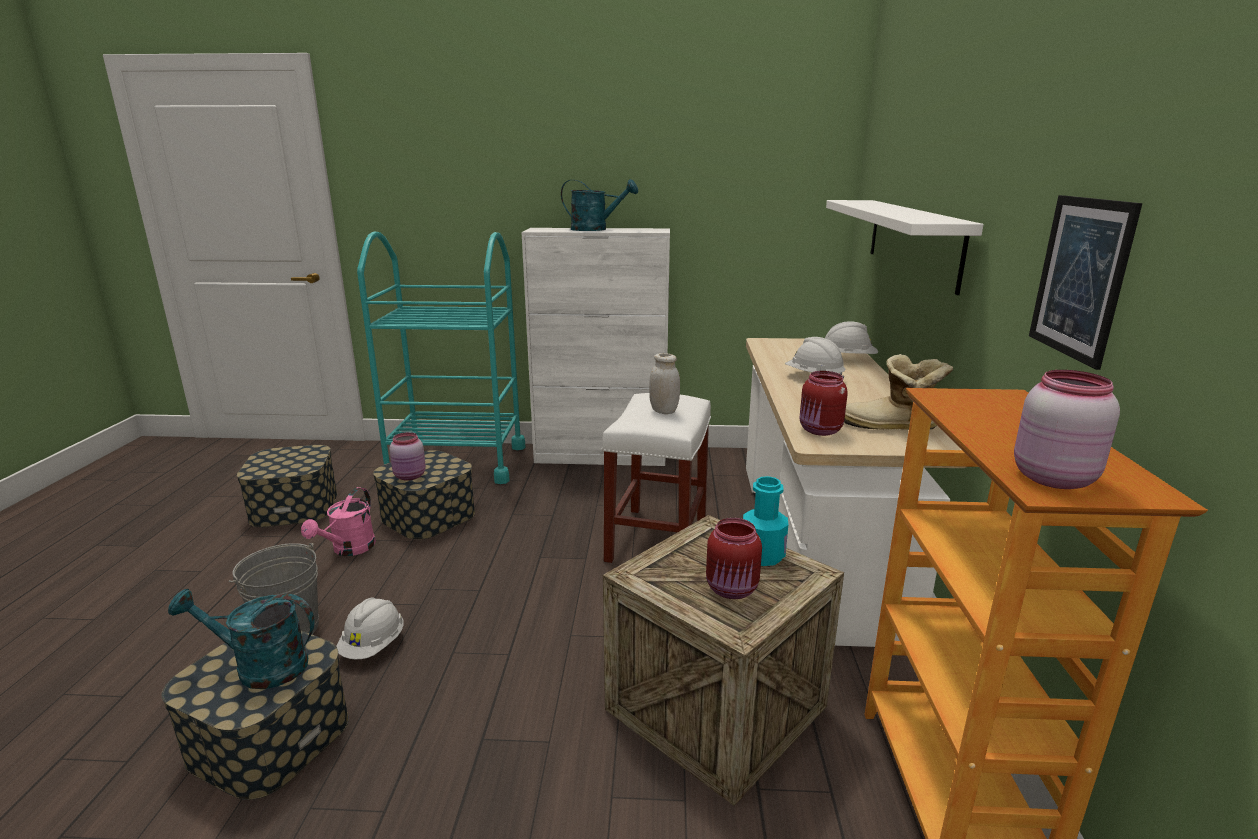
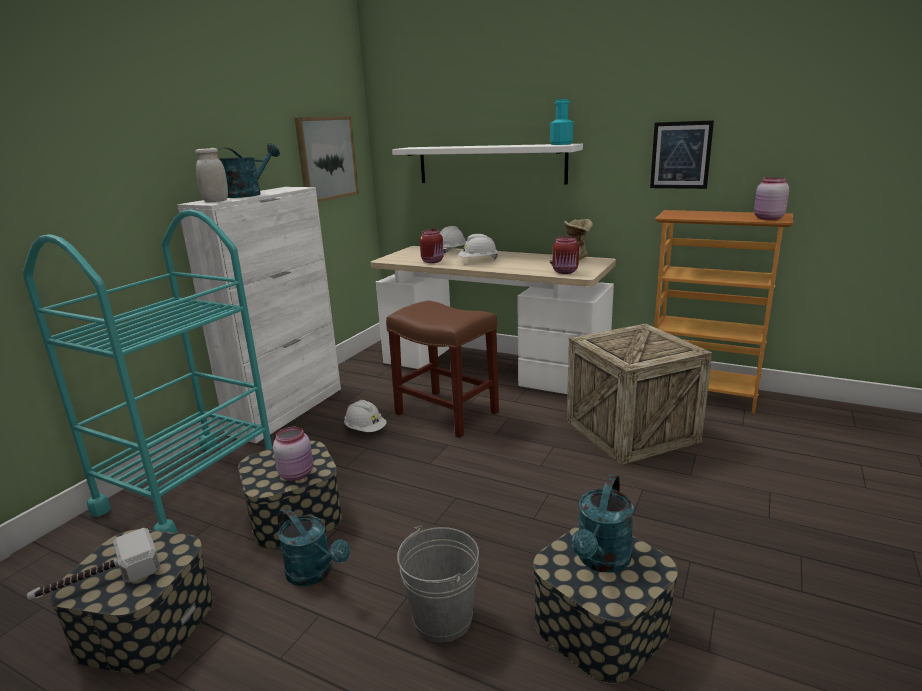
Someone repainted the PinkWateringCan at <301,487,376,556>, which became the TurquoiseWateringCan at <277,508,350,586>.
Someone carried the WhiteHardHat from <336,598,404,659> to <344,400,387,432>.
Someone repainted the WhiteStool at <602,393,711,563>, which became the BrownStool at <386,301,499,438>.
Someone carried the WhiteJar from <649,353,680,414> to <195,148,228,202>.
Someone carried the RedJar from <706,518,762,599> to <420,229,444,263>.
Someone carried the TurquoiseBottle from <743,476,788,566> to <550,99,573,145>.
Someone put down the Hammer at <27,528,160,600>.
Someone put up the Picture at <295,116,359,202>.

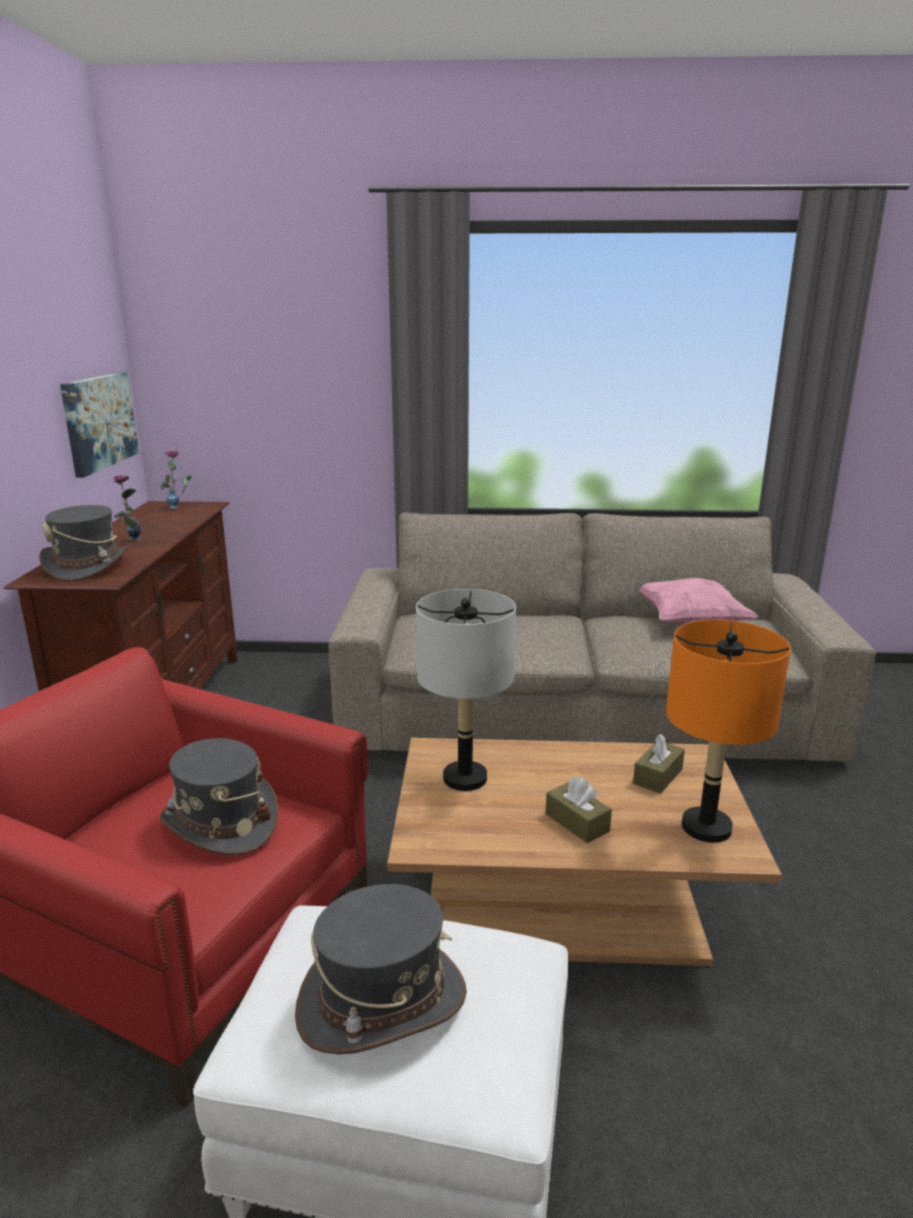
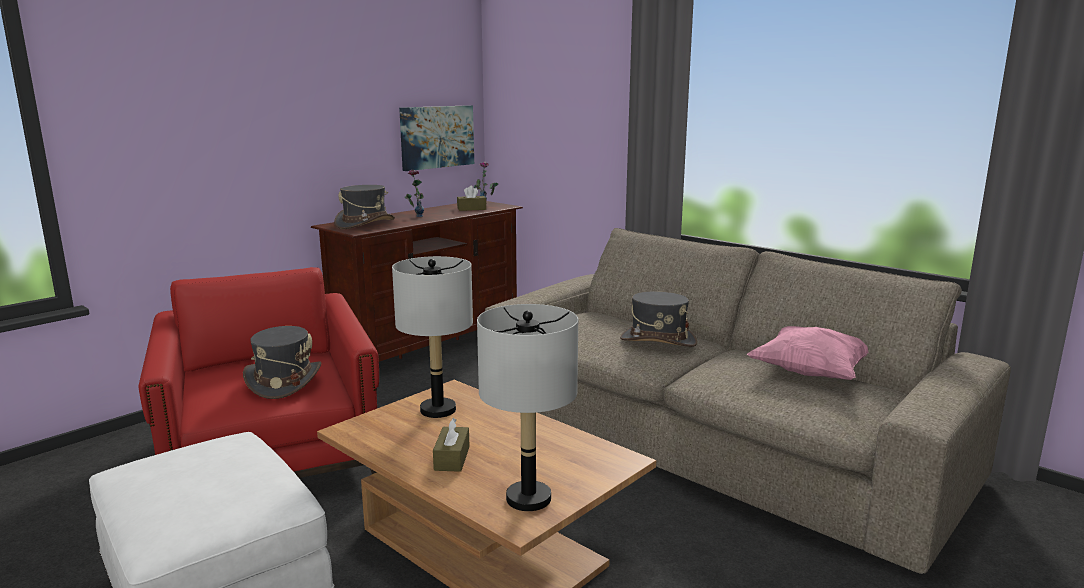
Someone carried the GreyHat from <295,884,467,1054> to <620,291,697,347>.
Someone carried the BrownTissueBox from <633,734,685,794> to <457,186,486,211>.
Someone repainted the OrangeTableLamp at <666,620,791,843>, which became the GreyTableLamp at <477,304,578,511>.

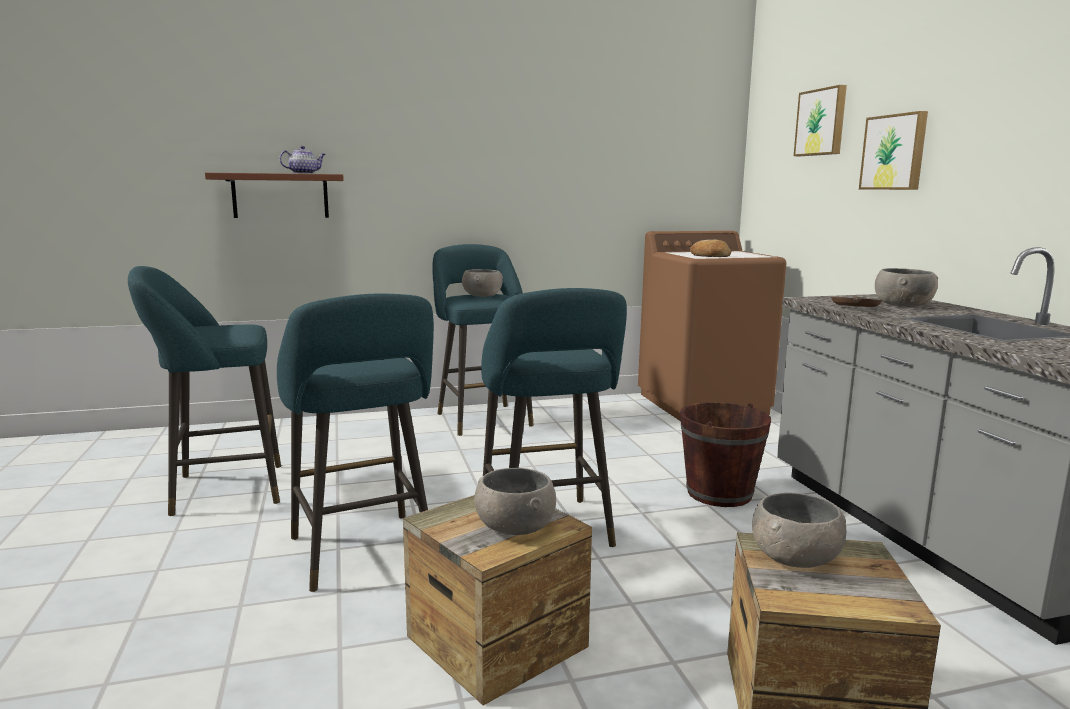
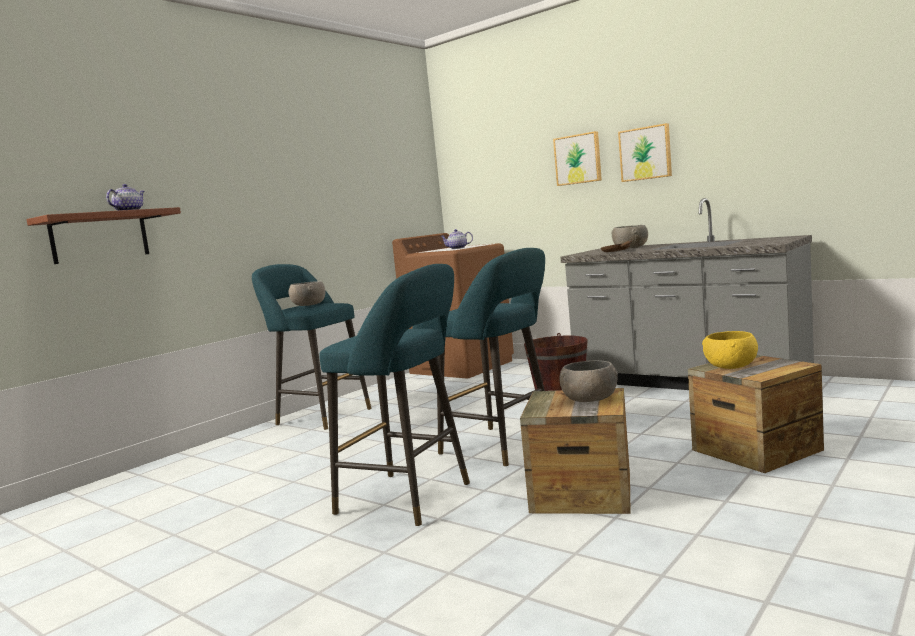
Someone took away the TurquoiseStool at <128,266,281,516>.
Someone swapped the Bread at <690,240,731,257> for the Teapot at <440,229,473,249>.
Someone repainted the GreyBowl at <752,492,846,568>, which became the YellowBowl at <702,331,758,369>.
Someone carried the Picture from <794,85,847,156> to <618,123,672,182>.

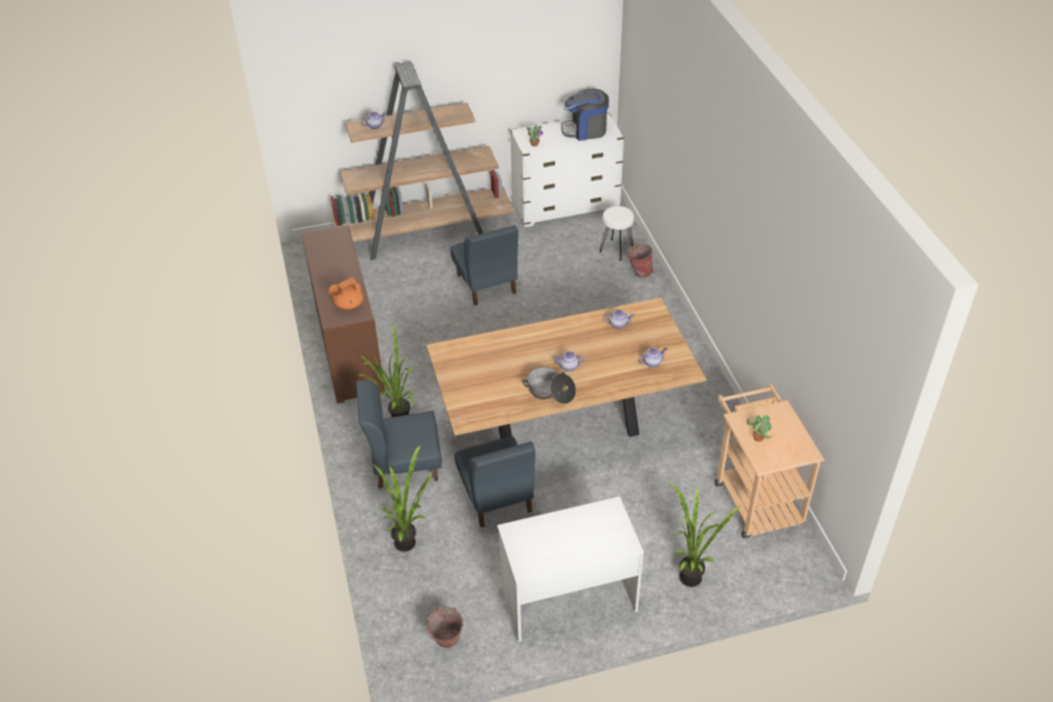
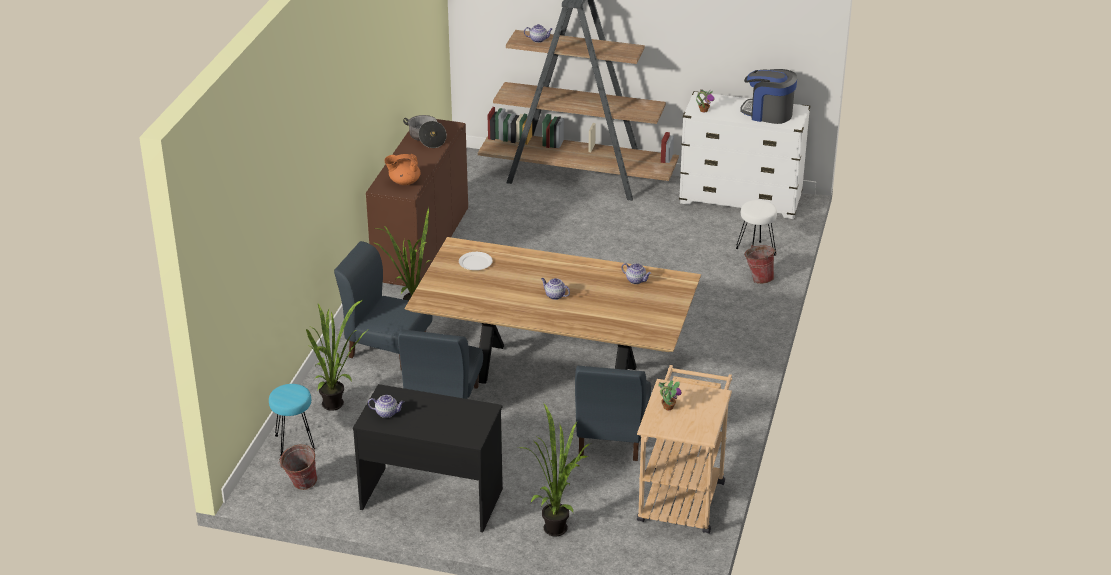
Someone carried the BlueChair from <450,225,518,305> to <575,366,651,461>.
Someone repainted the WhiteDesk at <497,496,644,642>, which became the BlackDesk at <353,384,503,532>.
Someone carried the CookingPot from <522,367,576,404> to <403,115,447,148>.
Someone carried the Teapot from <638,348,667,368> to <368,395,404,418>.
Someone put down the TurquoiseStool at <269,384,315,456>.
Someone put down the WhitePlate at <459,252,493,270>.

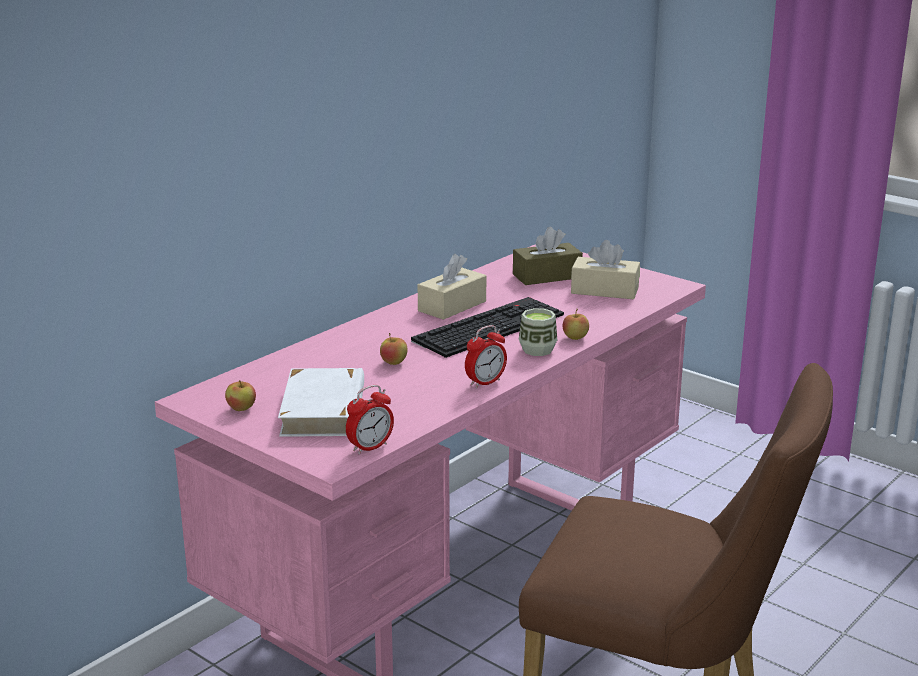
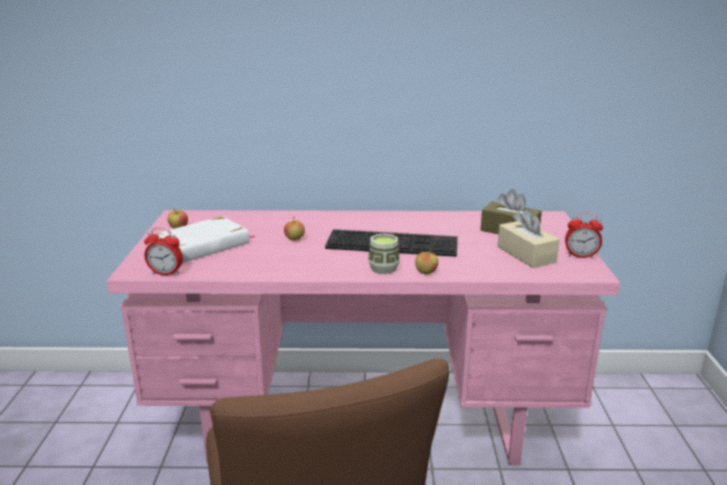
Someone took away the BeigeTissueBox at <418,254,486,320>.
Someone carried the AlarmClock from <465,325,507,388> to <565,212,603,259>.

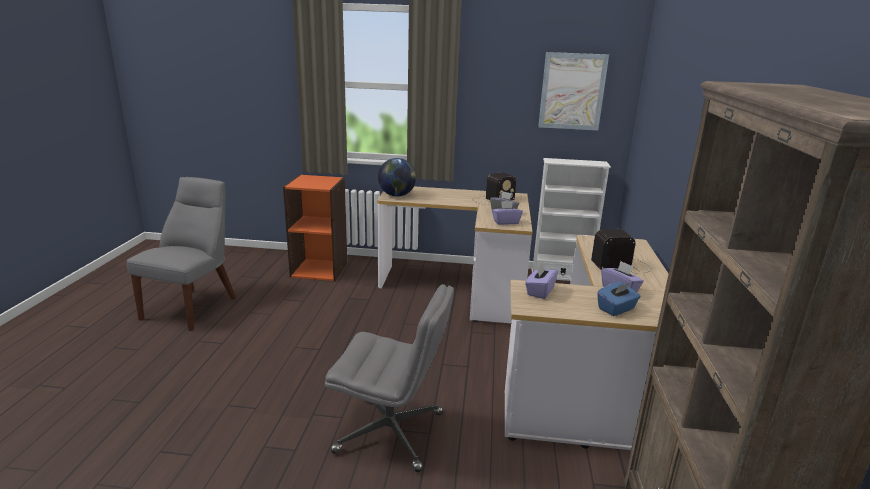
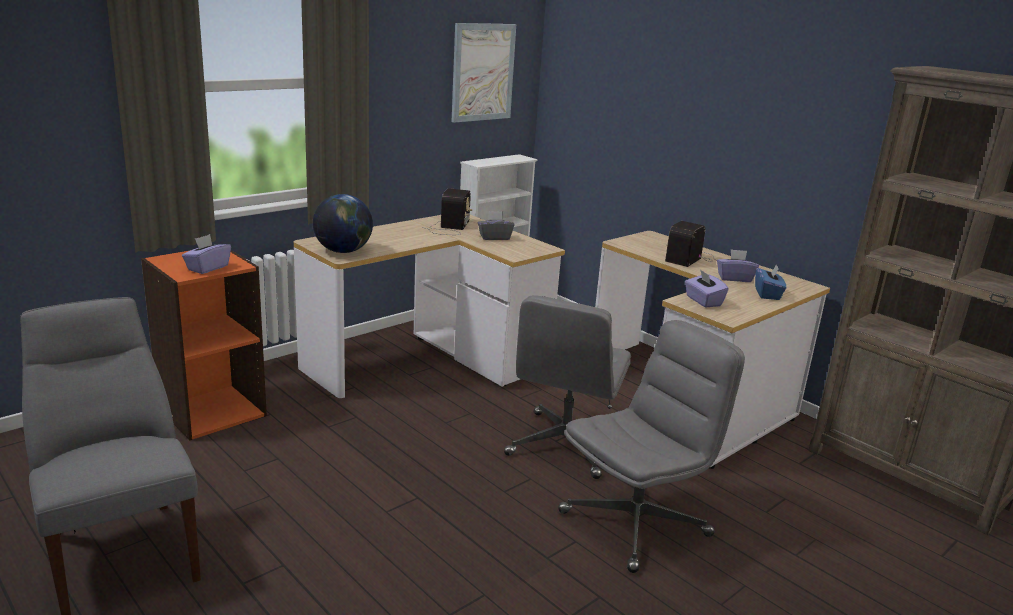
Someone carried the PurpleTissueBox from <492,201,523,225> to <182,234,231,274>.
Someone put down the GreyOfficeChair at <504,295,631,479>.

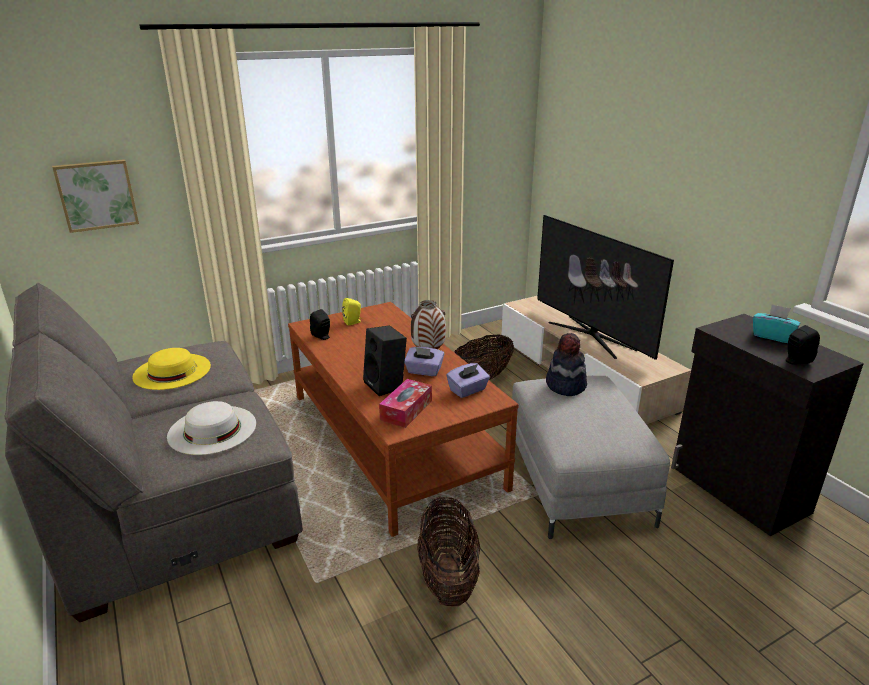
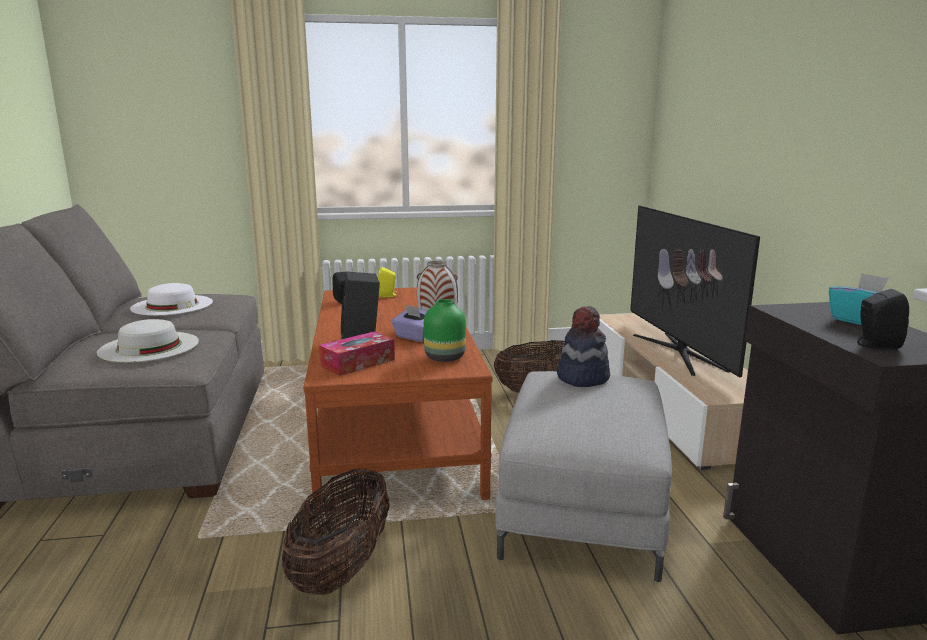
Someone took away the Picture at <52,159,139,233>.
Someone repainted the YellowHat at <132,348,211,390>, which became the WhiteHat at <130,283,213,315>.
Someone swapped the PurpleTissueBox at <446,363,490,398> for the GreenVase at <424,299,466,362>.

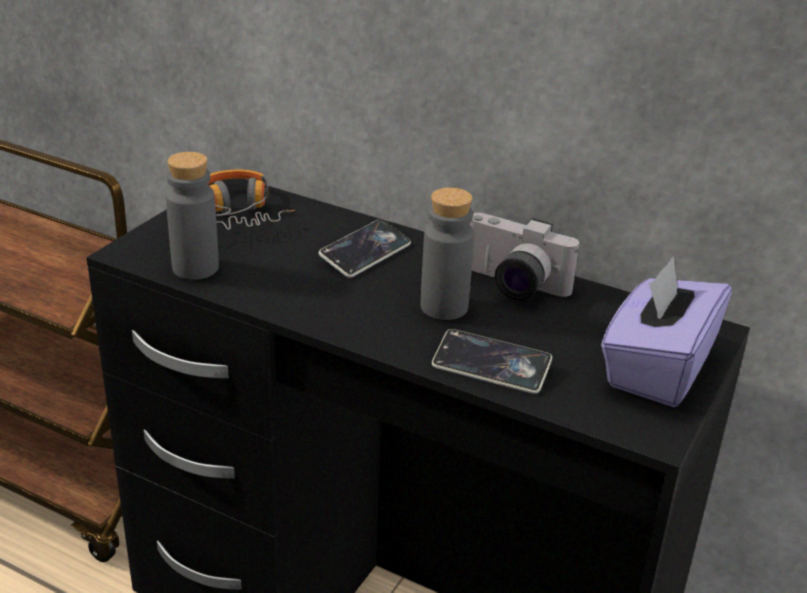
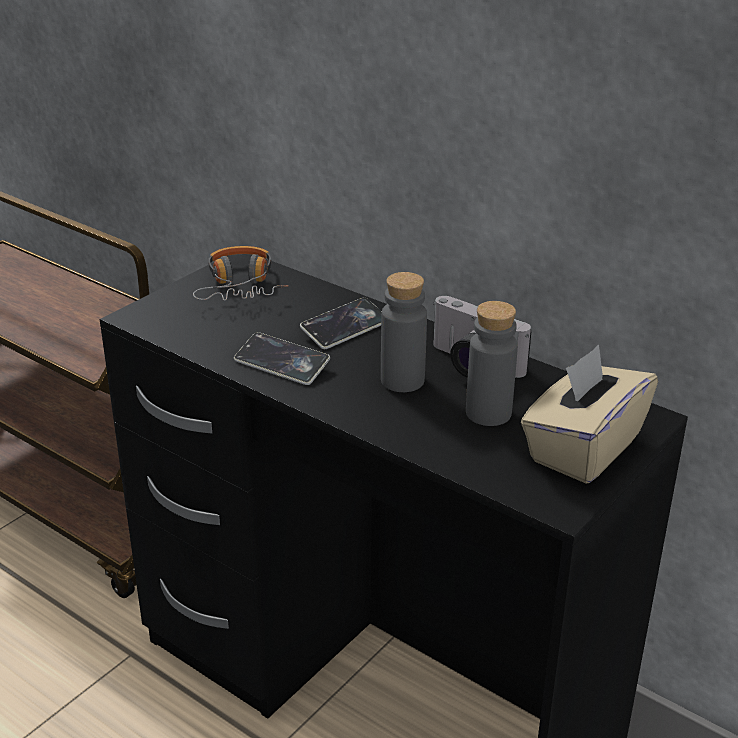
Someone carried the GreyBottle from <166,152,219,280> to <466,301,518,426>.
Someone carried the Phone from <432,329,552,394> to <234,332,330,385>.
Someone repainted the PurpleTissueBox at <601,256,732,407>, which became the BeigeTissueBox at <521,345,658,484>.

